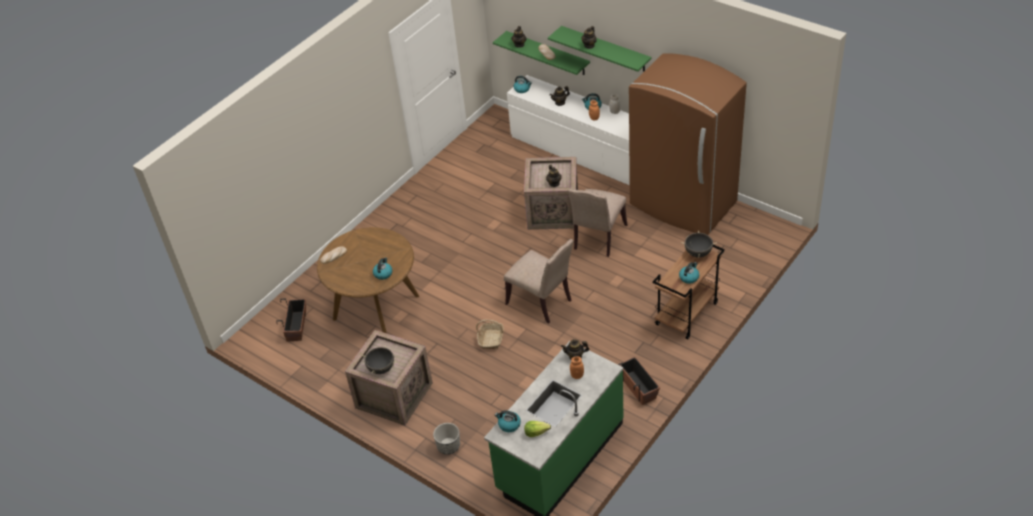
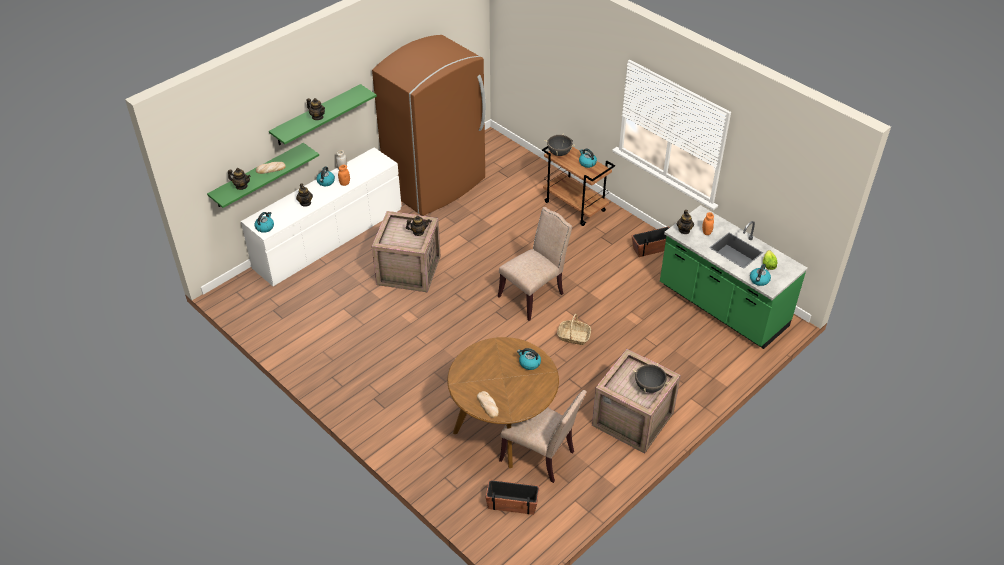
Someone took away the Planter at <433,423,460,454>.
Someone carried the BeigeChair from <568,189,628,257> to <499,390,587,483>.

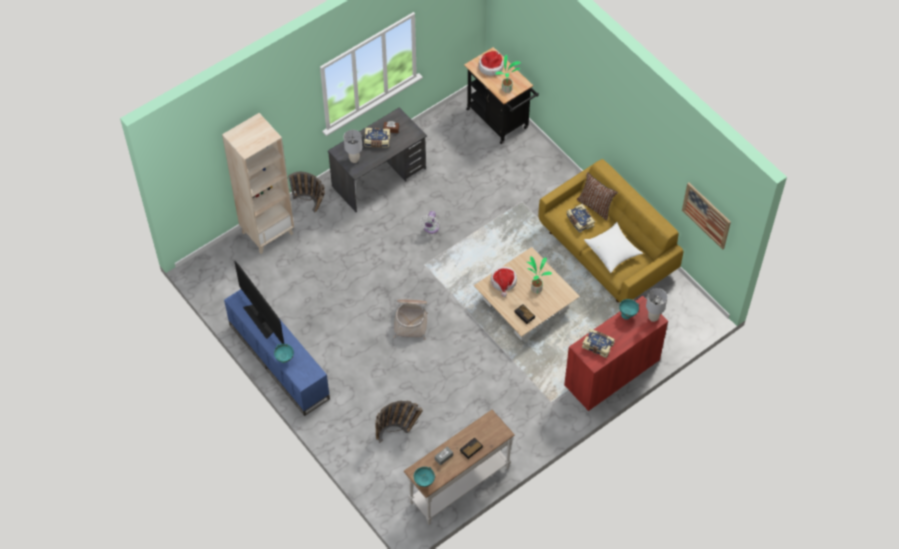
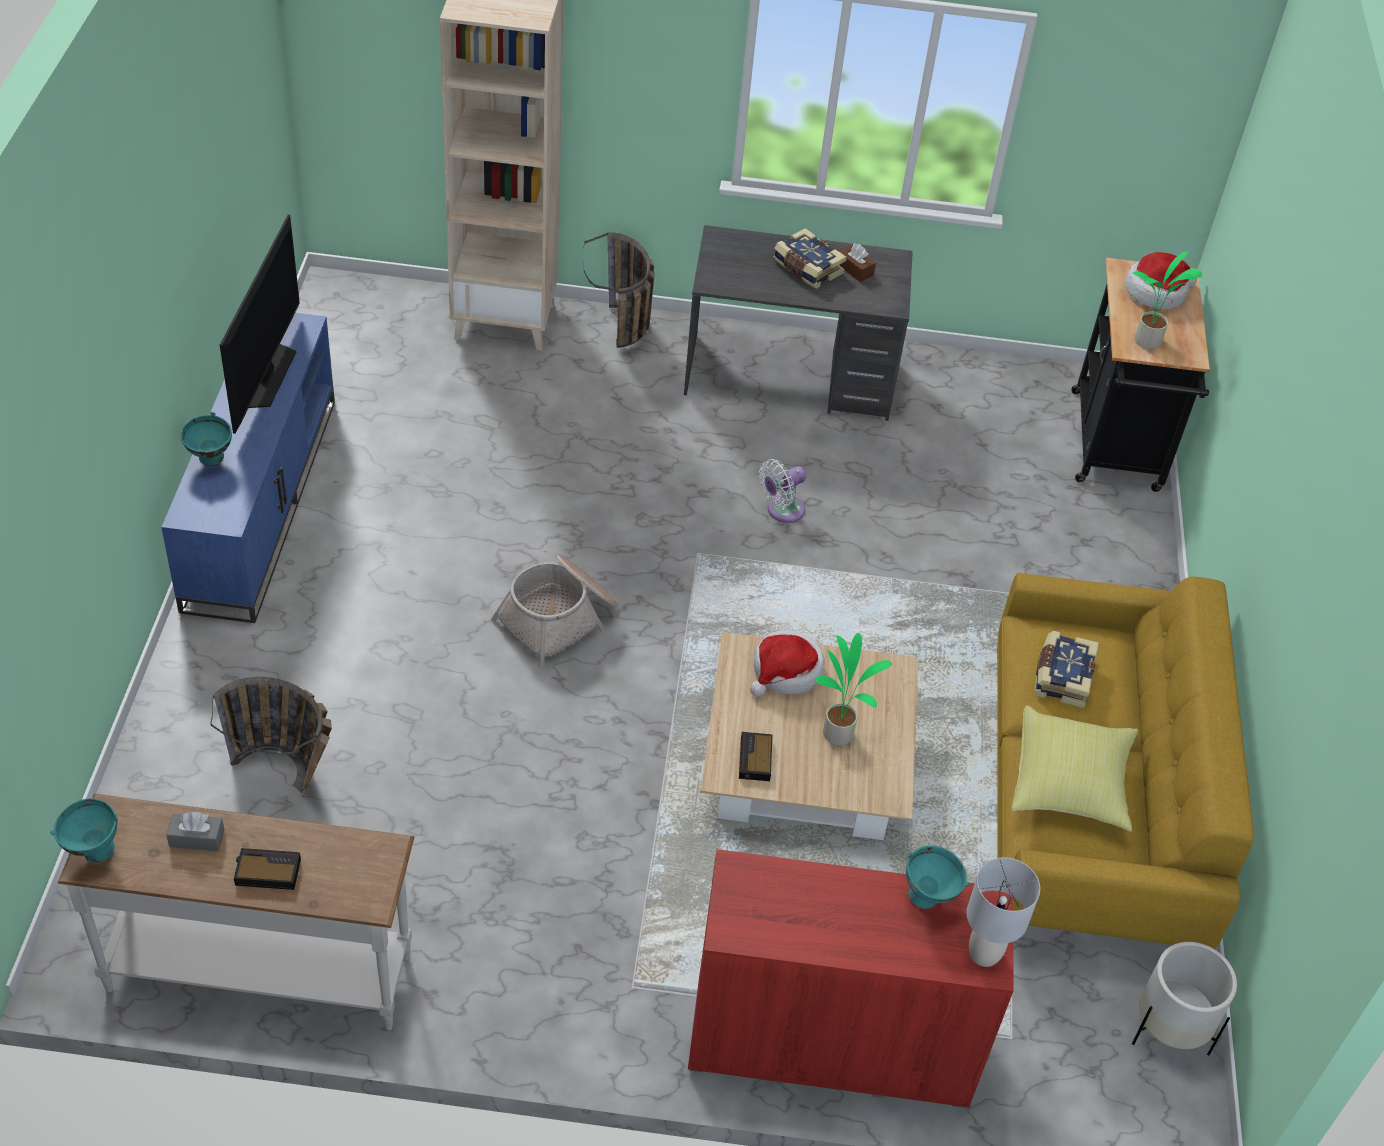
Someone took away the GreyTableLamp at <344,130,362,163>.
Someone took away the BrownPillow at <577,172,618,221>.
Someone took away the Book at <582,329,615,358>.
Someone repainted the WhitePillow at <584,222,643,273>, which became the YellowPillow at <1012,706,1138,832>.
Someone took away the Picture at <682,182,731,250>.
Someone put down the WhitePlanter at <1132,942,1237,1056>.

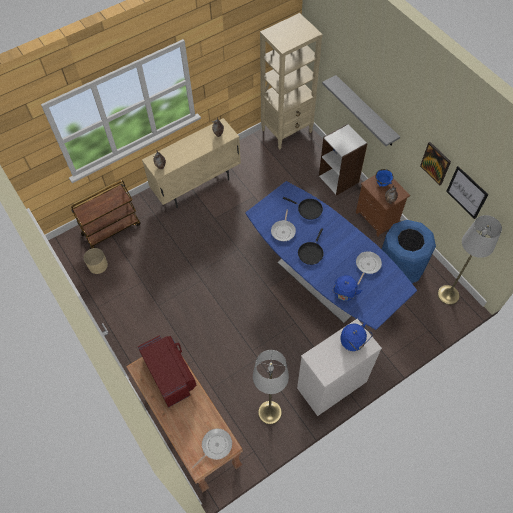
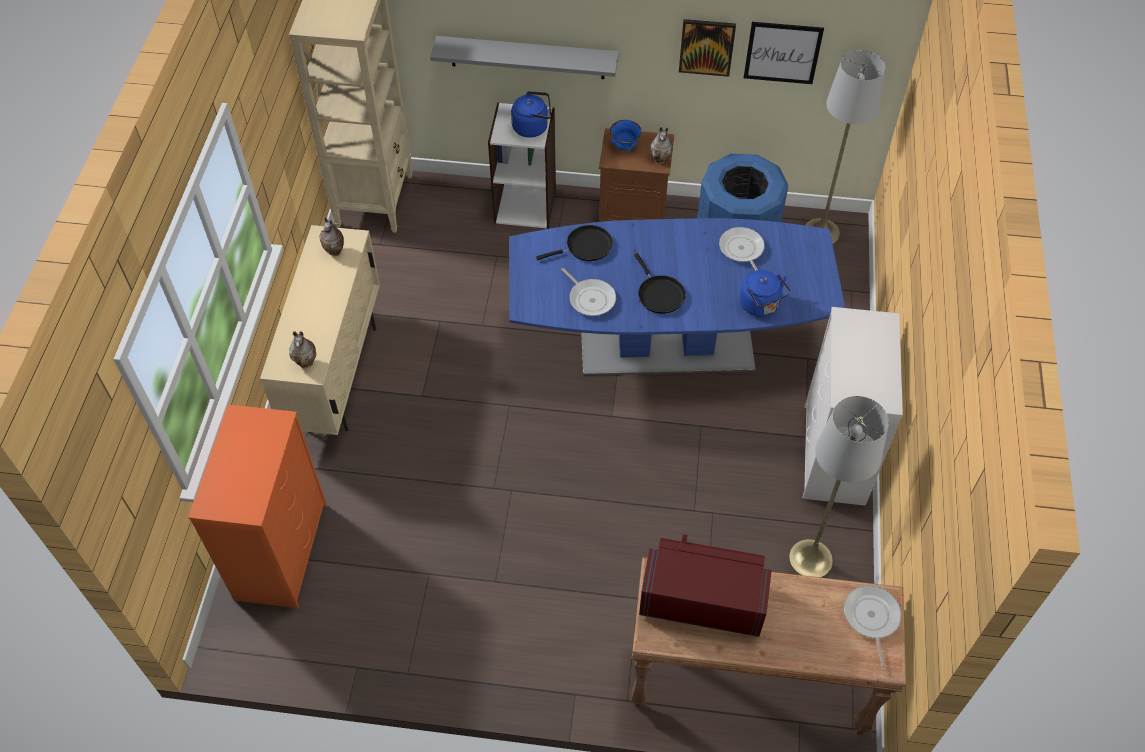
Someone swapped the BrownCart at <71,180,140,249> for the OrangeDresser at <188,404,327,608>.
Someone took away the BeigePlanter at <84,248,108,274>.
Someone carried the BlueKettle from <340,323,373,351> to <511,91,551,138>.

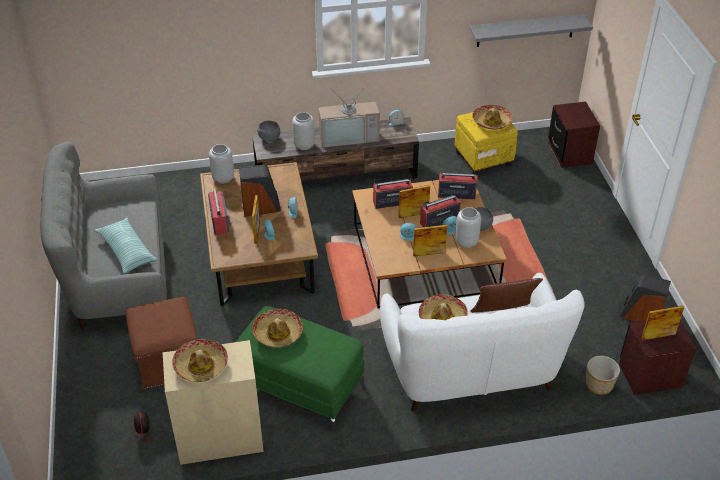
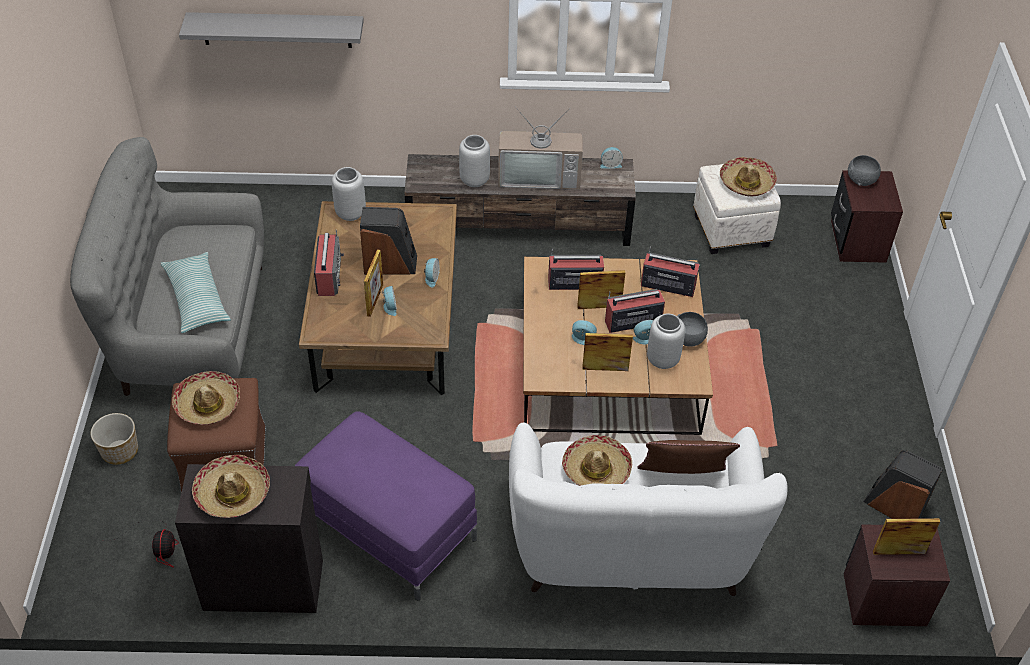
Someone repainted the BeigeCabinet at <163,340,264,465>, which became the BlackCabinet at <175,464,323,613>.
Someone repainted the GreenOttoman at <236,306,364,431>, which became the PurpleOttoman at <295,411,477,600>.
Someone carried the Hat from <252,309,303,347> to <172,371,240,425>.
Someone carried the GreyBowl from <257,120,280,142> to <848,155,881,186>.
Someone repainted the YellowOttoman at <454,112,518,175>, which became the WhiteOttoman at <693,164,781,254>.
Someone carried the GreyShelf from <469,14,593,47> to <179,12,364,48>.
Someone carried the Planter from <585,356,620,395> to <90,413,138,465>.

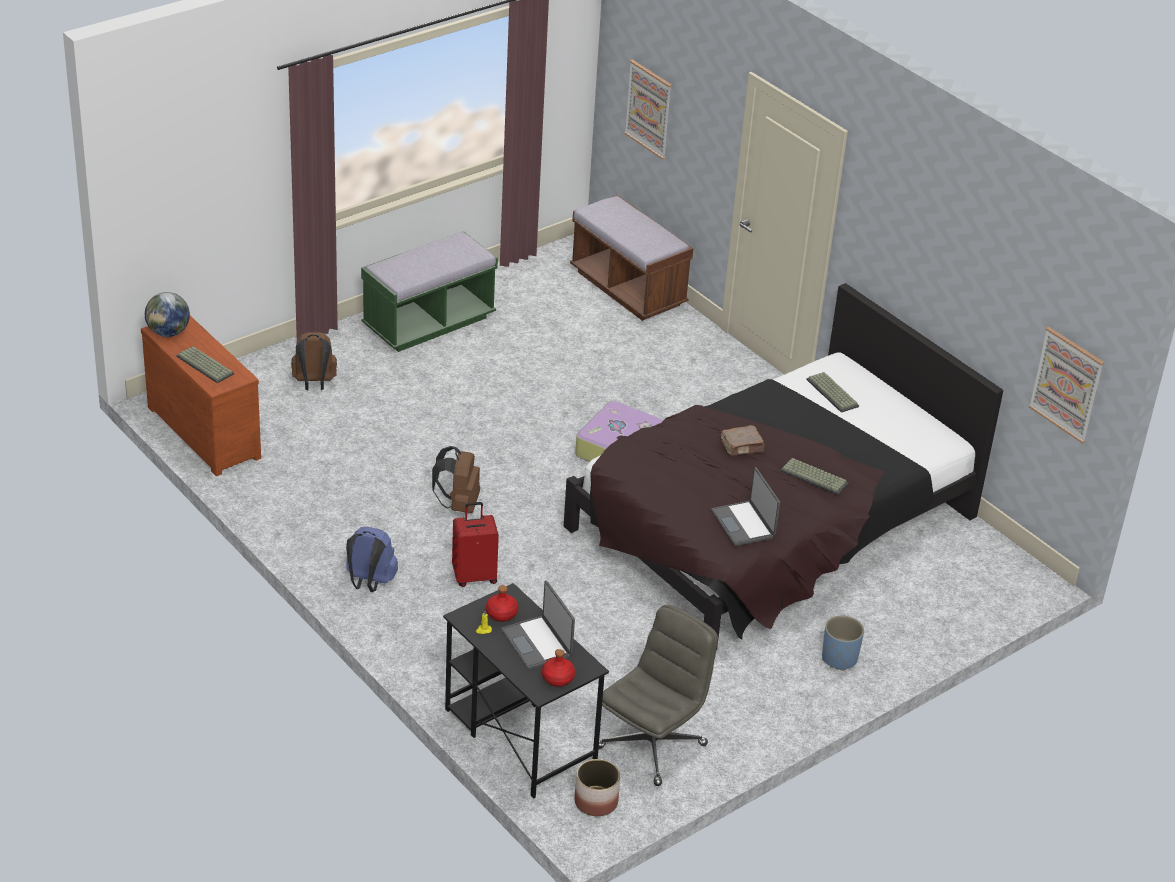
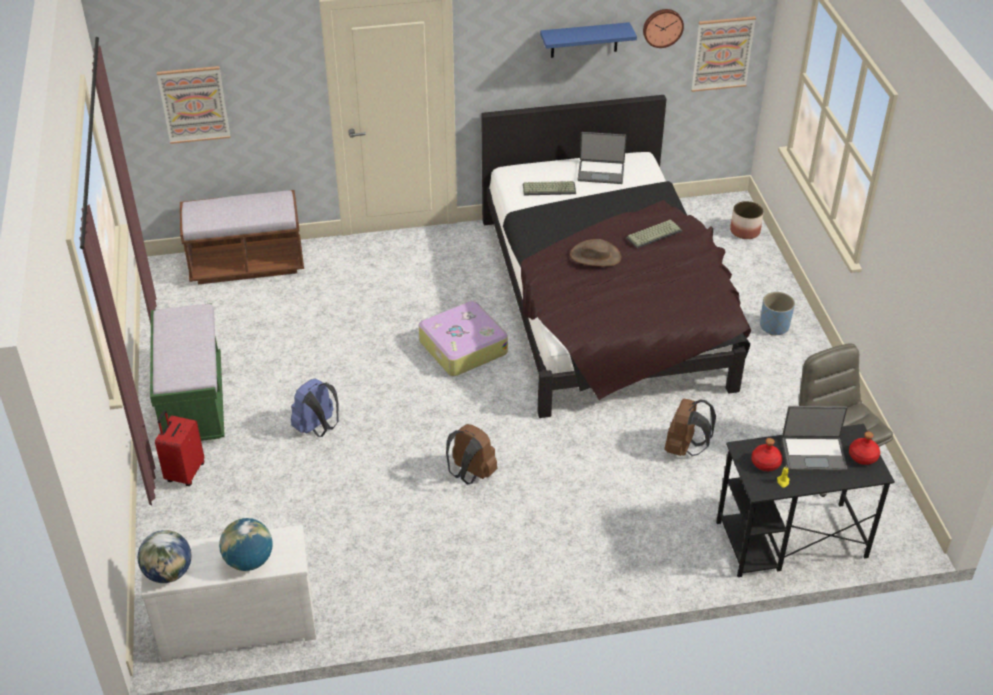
Someone repainted the BrownDresser at <141,316,261,476>, which became the WhiteDresser at <141,525,316,662>.
Someone swapped the Keyboard at <176,346,234,383> for the Globe at <219,518,273,571>.
Someone carried the BrownBackpack from <291,332,337,390> to <664,399,716,456>.
Someone carried the BlueBackpack from <346,527,398,592> to <291,379,339,437>.
Someone carried the RedSuitcase from <452,502,499,587> to <155,410,204,486>.
Someone carried the Planter from <575,759,620,816> to <730,201,764,239>.
Someone carried the Laptop from <711,467,780,546> to <578,132,626,184>.
Someone swapped the BrownBook at <721,425,765,455> for the BrownHat at <570,239,621,267>.
Someone put up the BlueShelf at <540,22,637,58>.
Someone put up the WallClock at <643,9,684,48>.

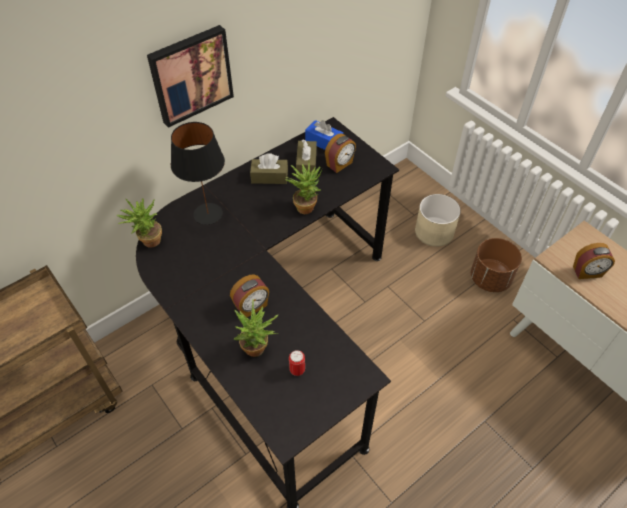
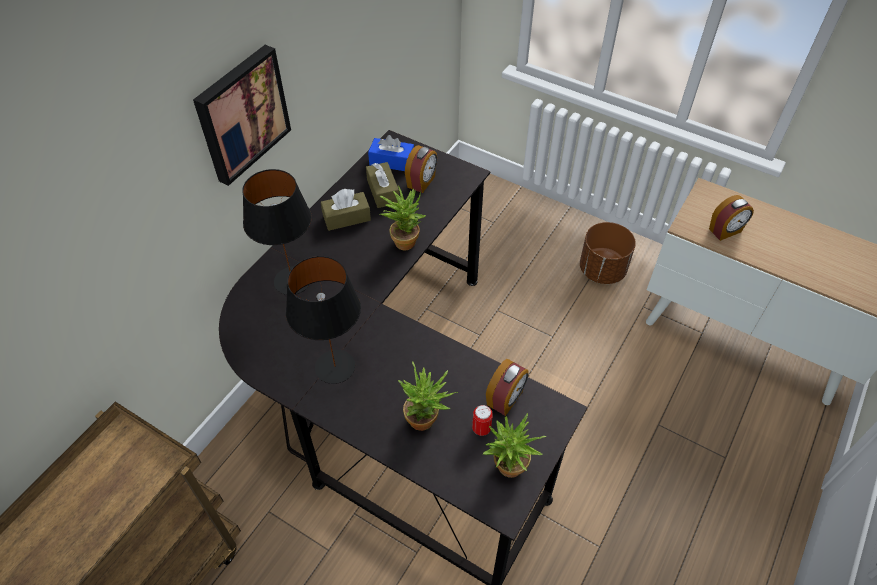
Someone carried the PottedPlant from <117,198,162,248> to <483,413,546,478>.
Someone carried the AlarmClock from <230,274,269,317> to <486,359,529,416>.
Someone took away the BeigePlanter at <415,194,461,247>.
Someone put down the BlackTableLamp at <286,256,361,384>.

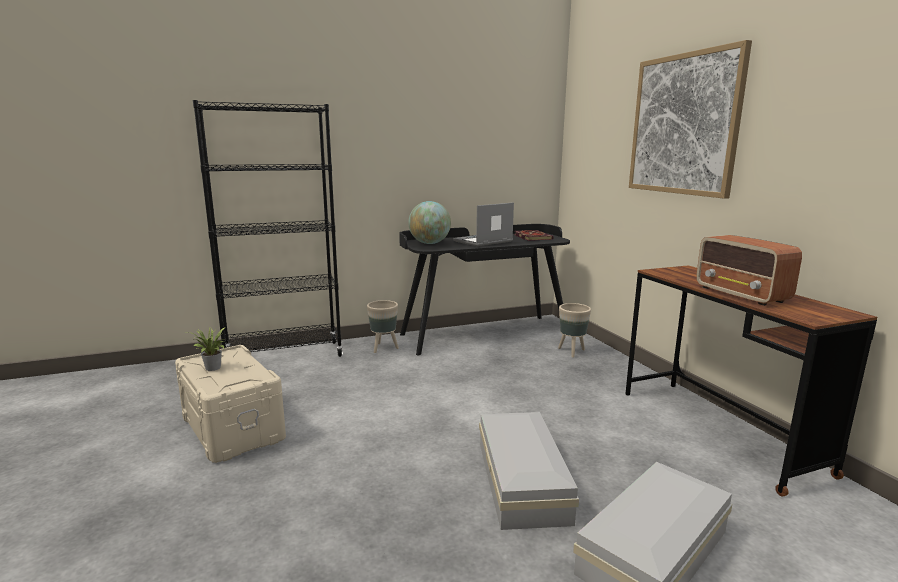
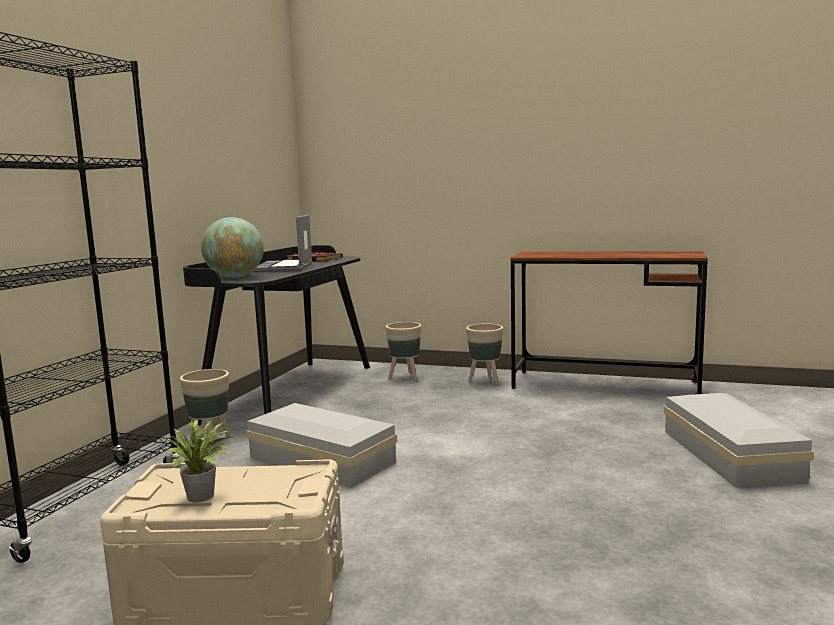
Someone carried the WhiteStorageBox from <479,412,579,530> to <246,403,397,488>.
Someone took away the Picture at <629,40,752,199>.
Someone took away the Radio at <696,235,802,306>.
Someone put down the BeigePlanter at <466,324,503,385>.

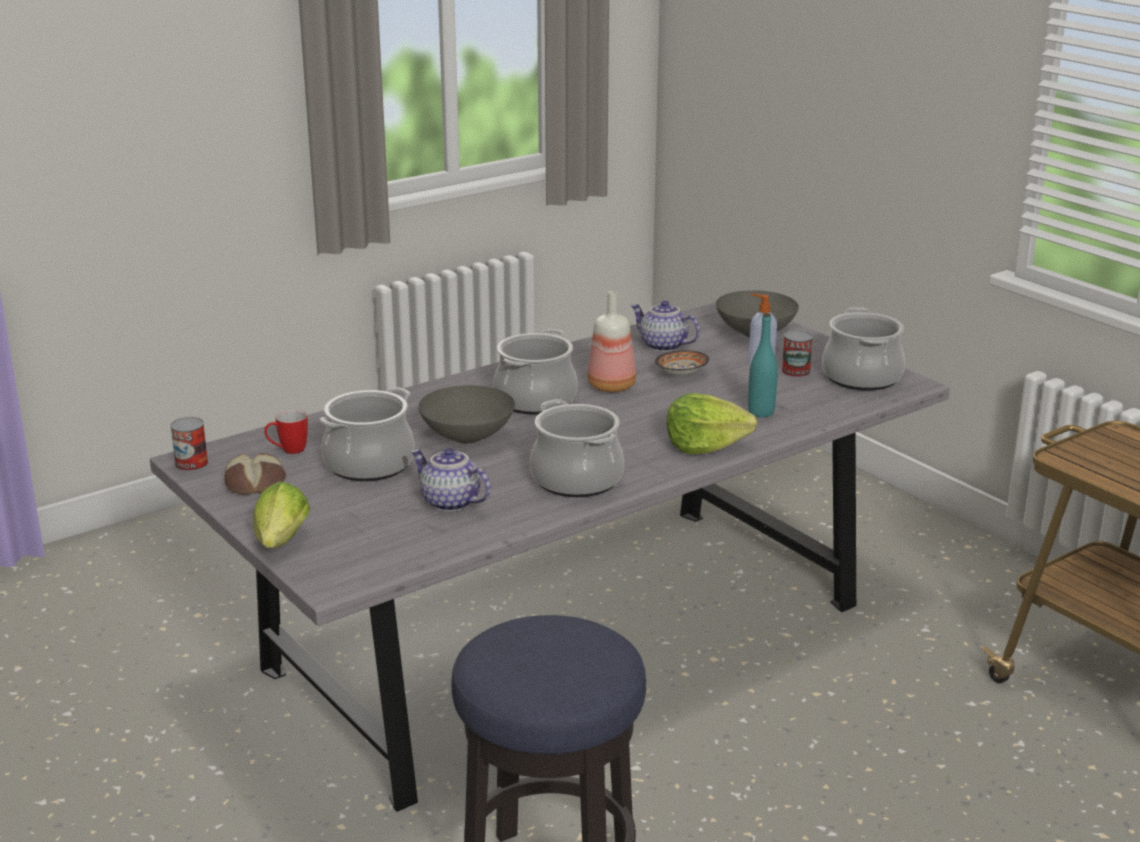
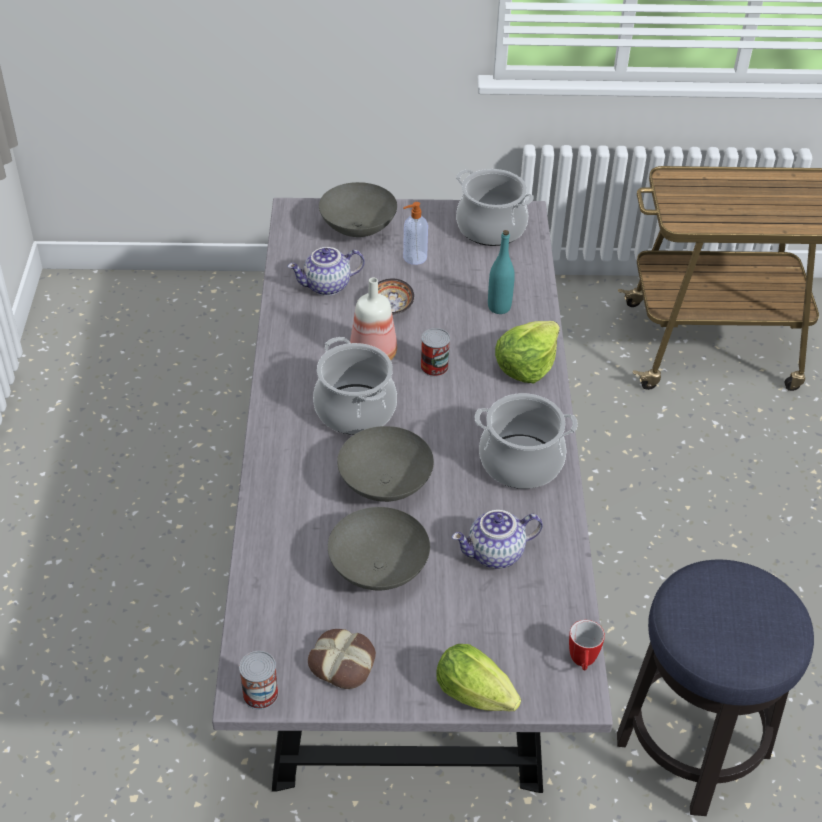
Someone carried the Mug from <264,410,308,454> to <569,620,605,671>.
Someone swapped the CookingPot at <319,387,415,481> for the GreyBowl at <328,507,430,590>.
Someone carried the Can from <782,330,813,378> to <420,328,450,377>.

